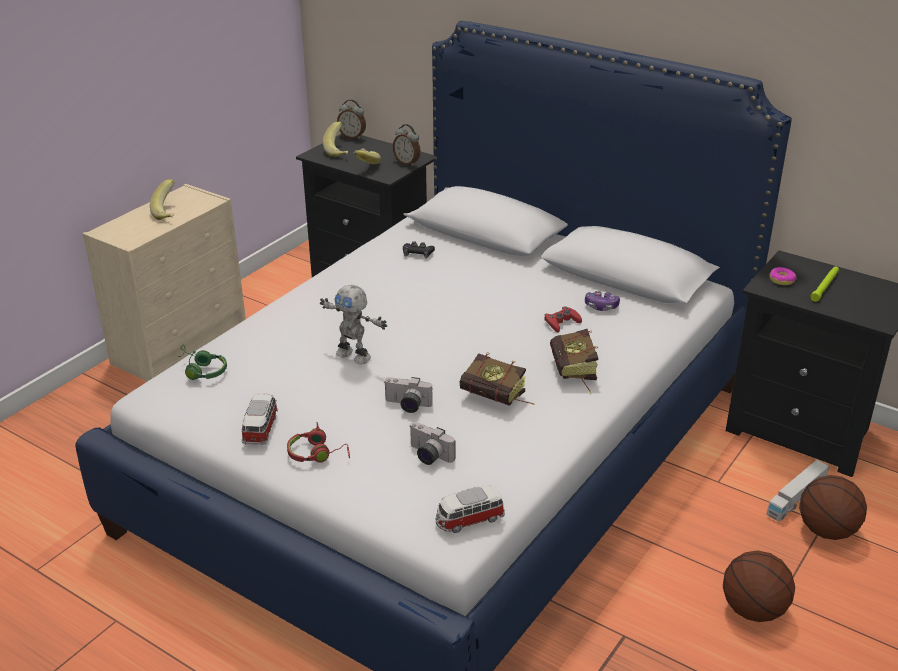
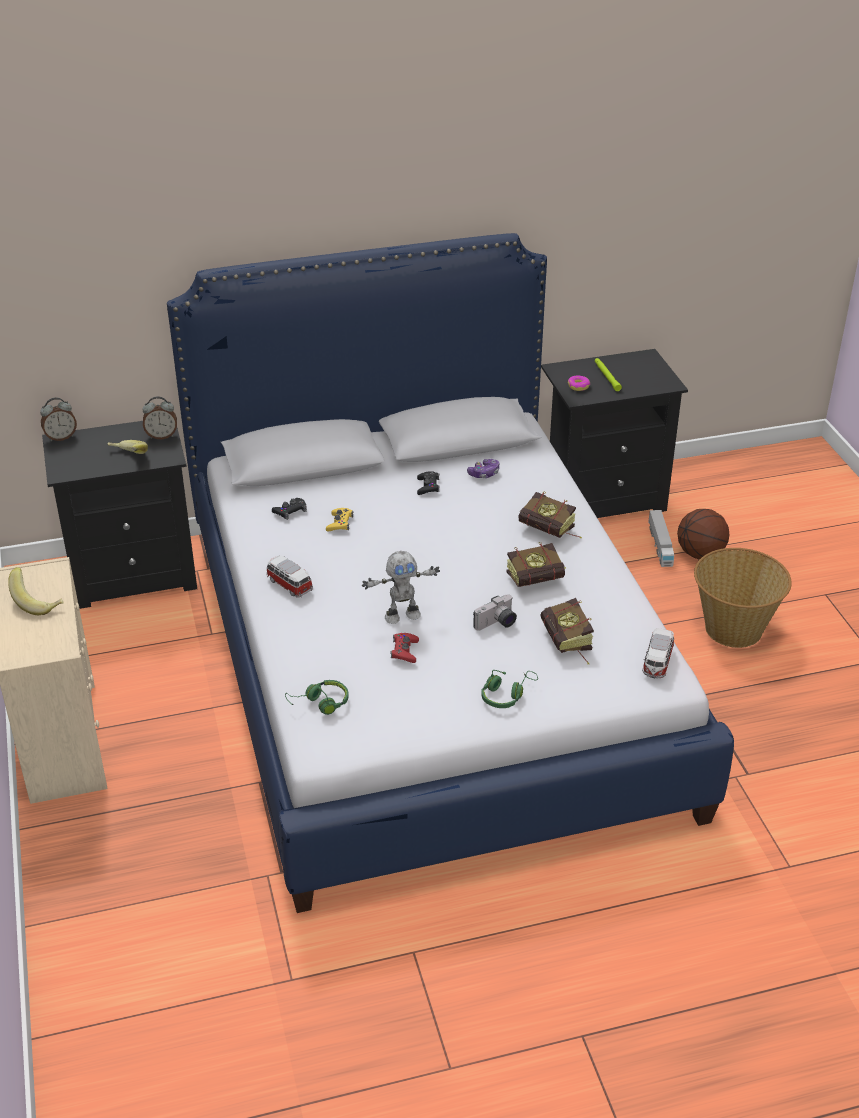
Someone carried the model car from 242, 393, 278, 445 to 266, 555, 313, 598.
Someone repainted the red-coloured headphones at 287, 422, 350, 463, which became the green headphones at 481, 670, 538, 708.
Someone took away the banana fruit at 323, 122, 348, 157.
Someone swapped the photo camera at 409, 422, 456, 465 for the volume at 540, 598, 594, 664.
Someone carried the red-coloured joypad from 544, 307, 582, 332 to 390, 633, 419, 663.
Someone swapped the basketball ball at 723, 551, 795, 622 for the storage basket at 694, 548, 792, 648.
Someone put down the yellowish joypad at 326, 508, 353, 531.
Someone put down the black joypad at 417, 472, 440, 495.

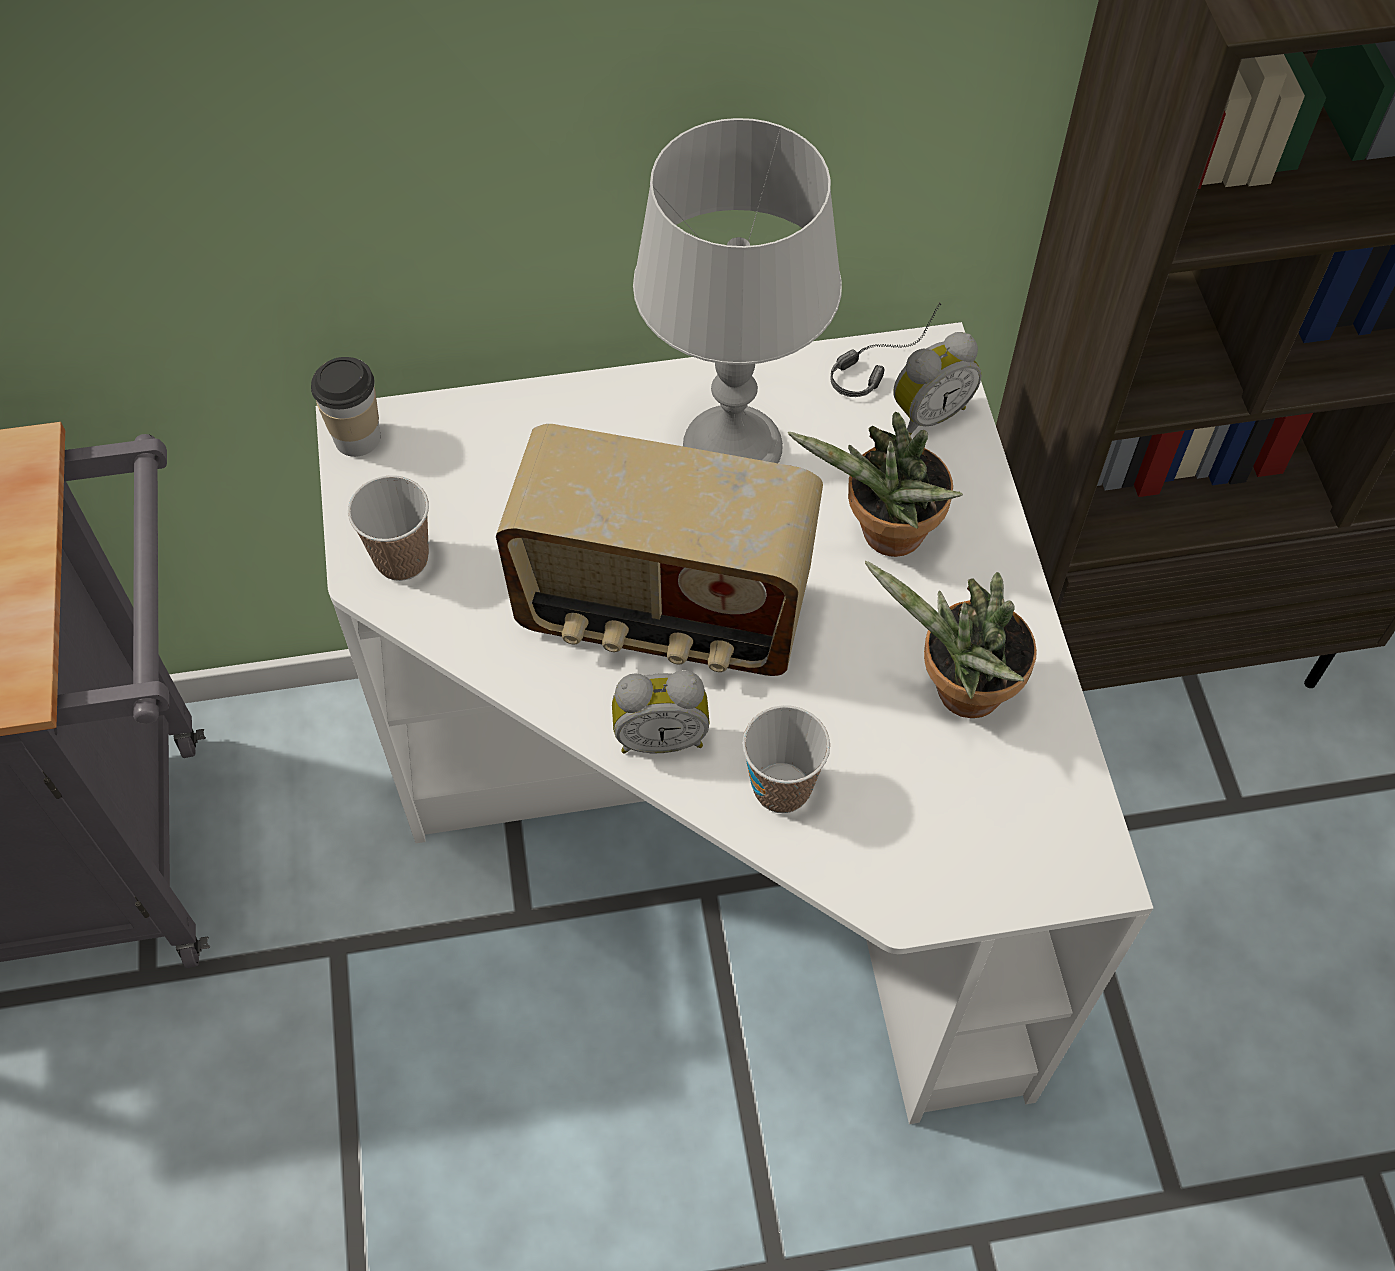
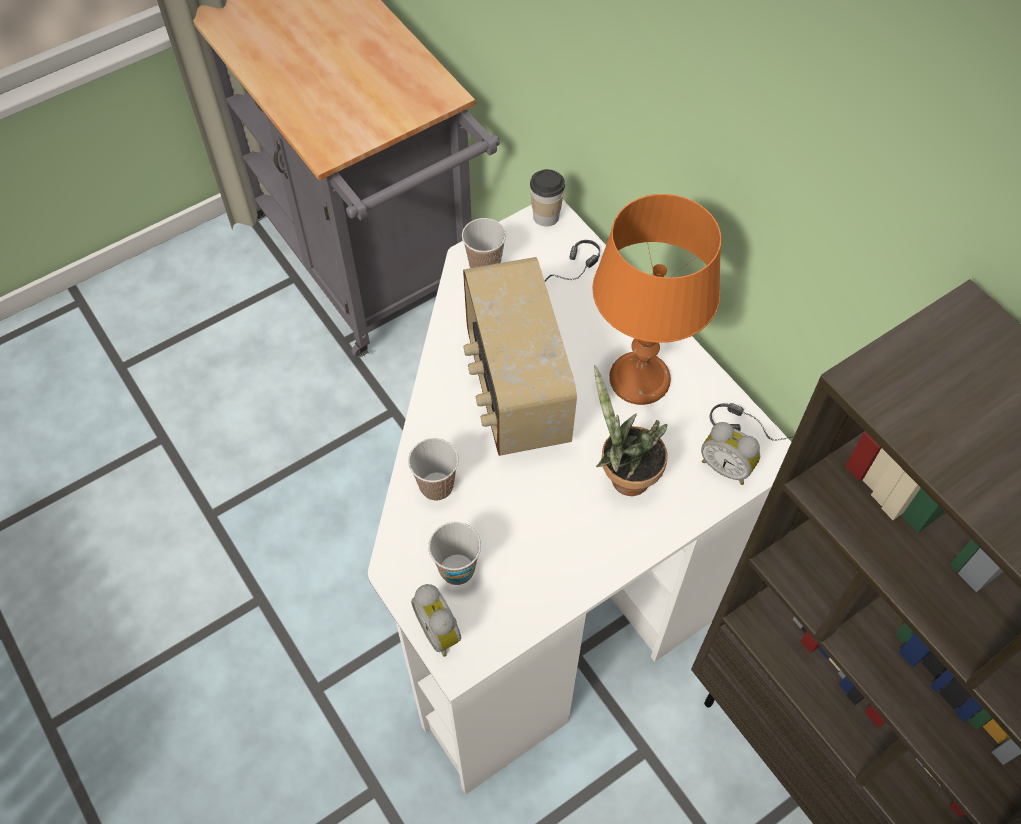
Someone carried the alarm clock from 612, 670, 710, 754 to 411, 584, 461, 657.
Someone repainted the gray table lamp at 633, 118, 842, 463, which became the orangey table lamp at 592, 194, 721, 405.
Someone took away the potted plant at 865, 561, 1037, 718.
Someone put down the drinking cup at 428, 522, 481, 585.
Someone put down the headphones at 544, 240, 600, 281.

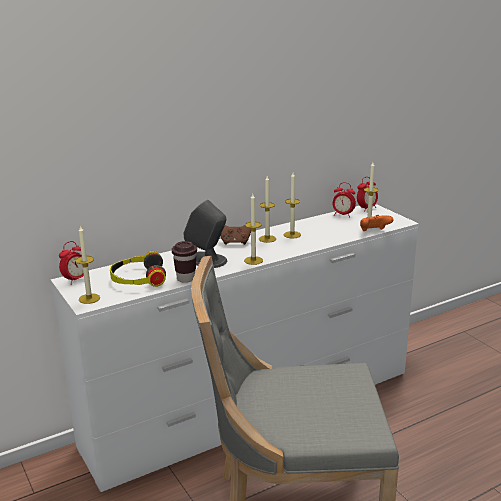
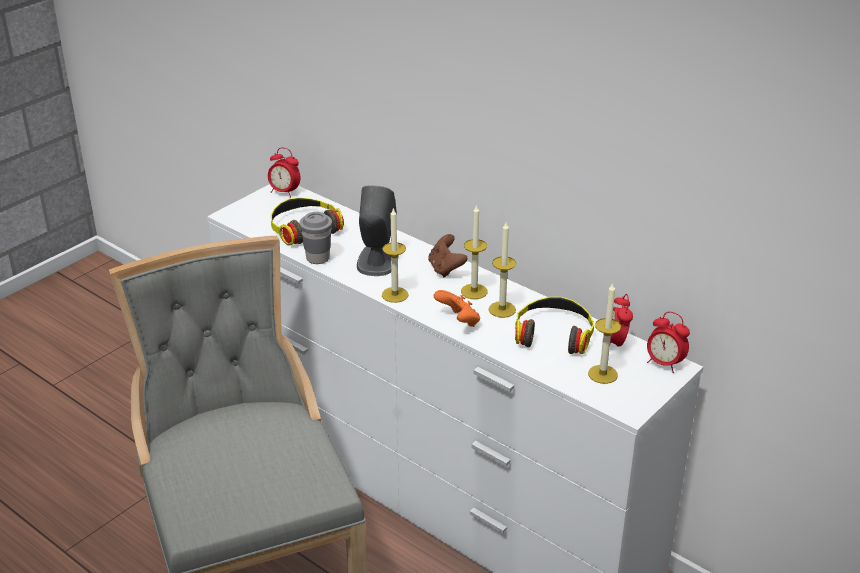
Someone took away the wax candle at 75, 225, 100, 304.
Someone repainted the brown drinking cup at 172, 241, 197, 283, which became the gray drinking cup at 299, 212, 332, 264.
Someone carried the orangey joypad from 360, 215, 394, 231 to 434, 290, 480, 327.
Someone put down the headphones at 515, 297, 594, 354.

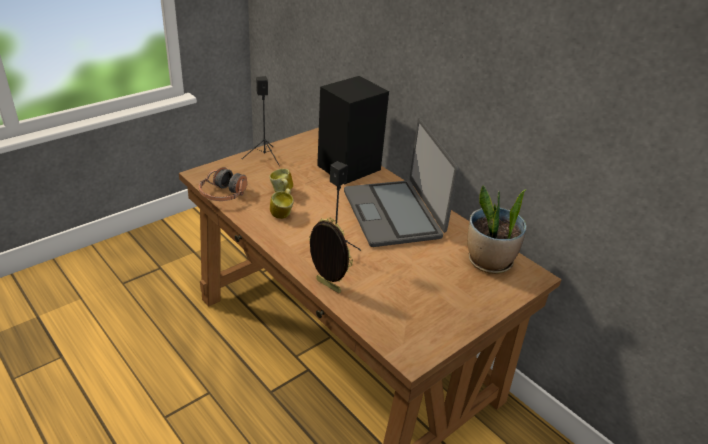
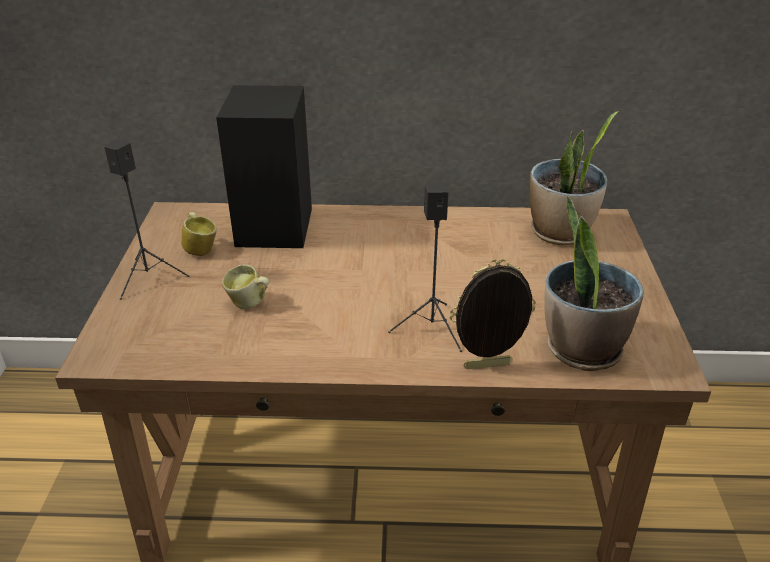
Someone took away the headphones at 199, 167, 247, 201.
Someone carried the mug from 270, 188, 294, 219 to 181, 212, 217, 256.
Someone took away the portable computer at 344, 118, 459, 247.
Someone put down the potted plant at 544, 196, 644, 371.

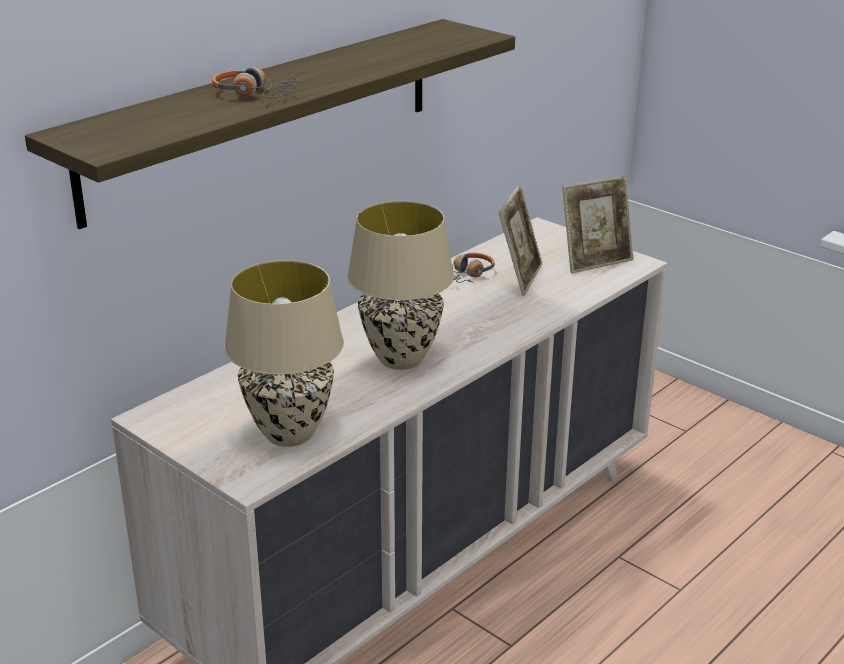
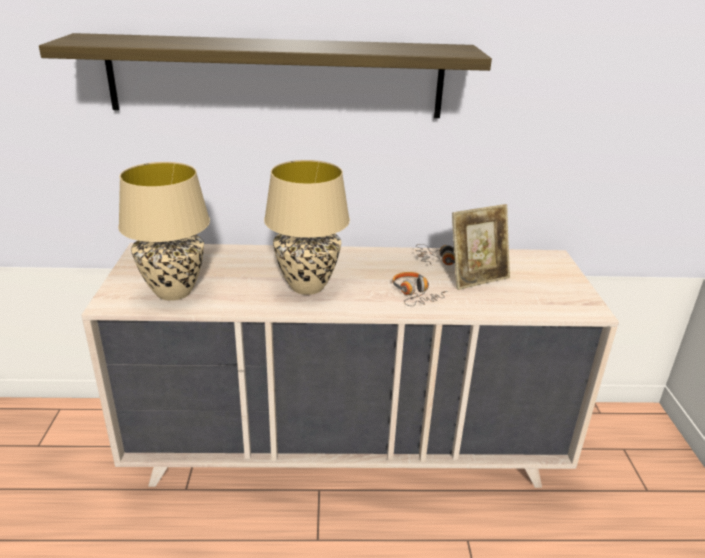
Someone carried the headphones from 212, 67, 300, 98 to 392, 272, 448, 306.
Someone took away the photo frame at 562, 176, 633, 273.

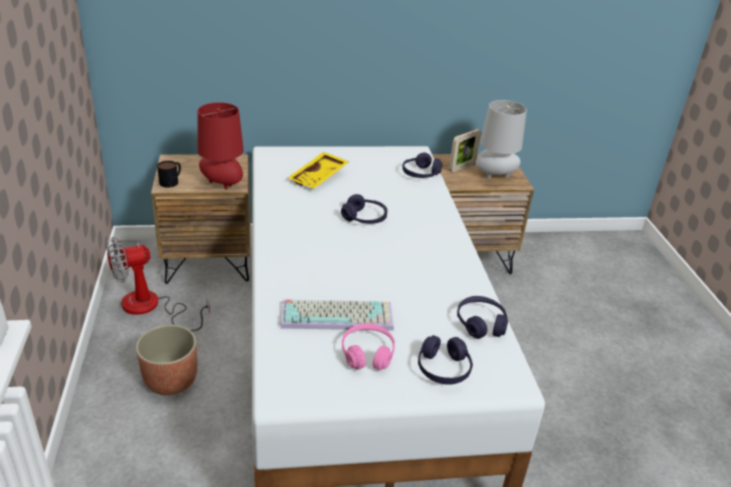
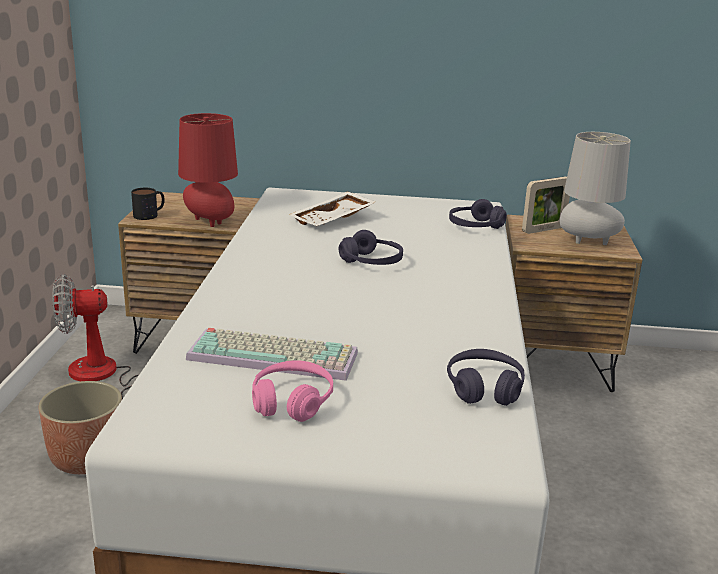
Someone repainted the yellowish serving tray at 288, 152, 349, 188, which became the white serving tray at 289, 191, 375, 226.
Someone took away the purplish headphones at 418, 335, 473, 385.

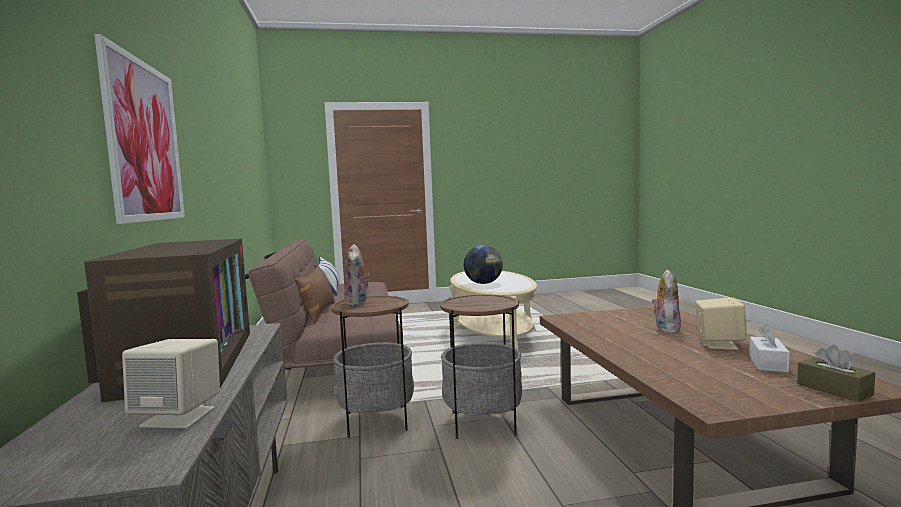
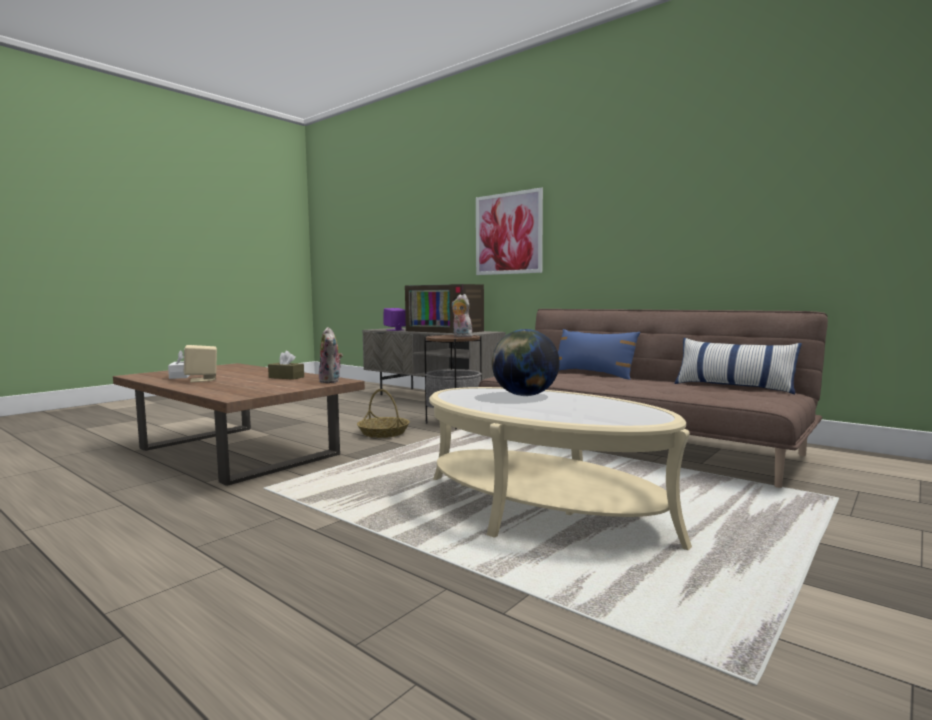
Someone repainted the beige-coloured loudspeaker at 122, 339, 220, 429, which became the purplish loudspeaker at 384, 308, 406, 331.
Someone repainted the brown cushion at 294, 265, 335, 324, which became the blue-coloured cushion at 558, 329, 640, 380.
Someone swapped the side table at 440, 294, 522, 439 for the storage basket at 357, 389, 410, 438.
Someone carried the cuddly toy from 652, 270, 681, 333 to 319, 327, 343, 383.
Someone carried the brown box of tissues from 797, 345, 875, 402 to 268, 351, 304, 380.

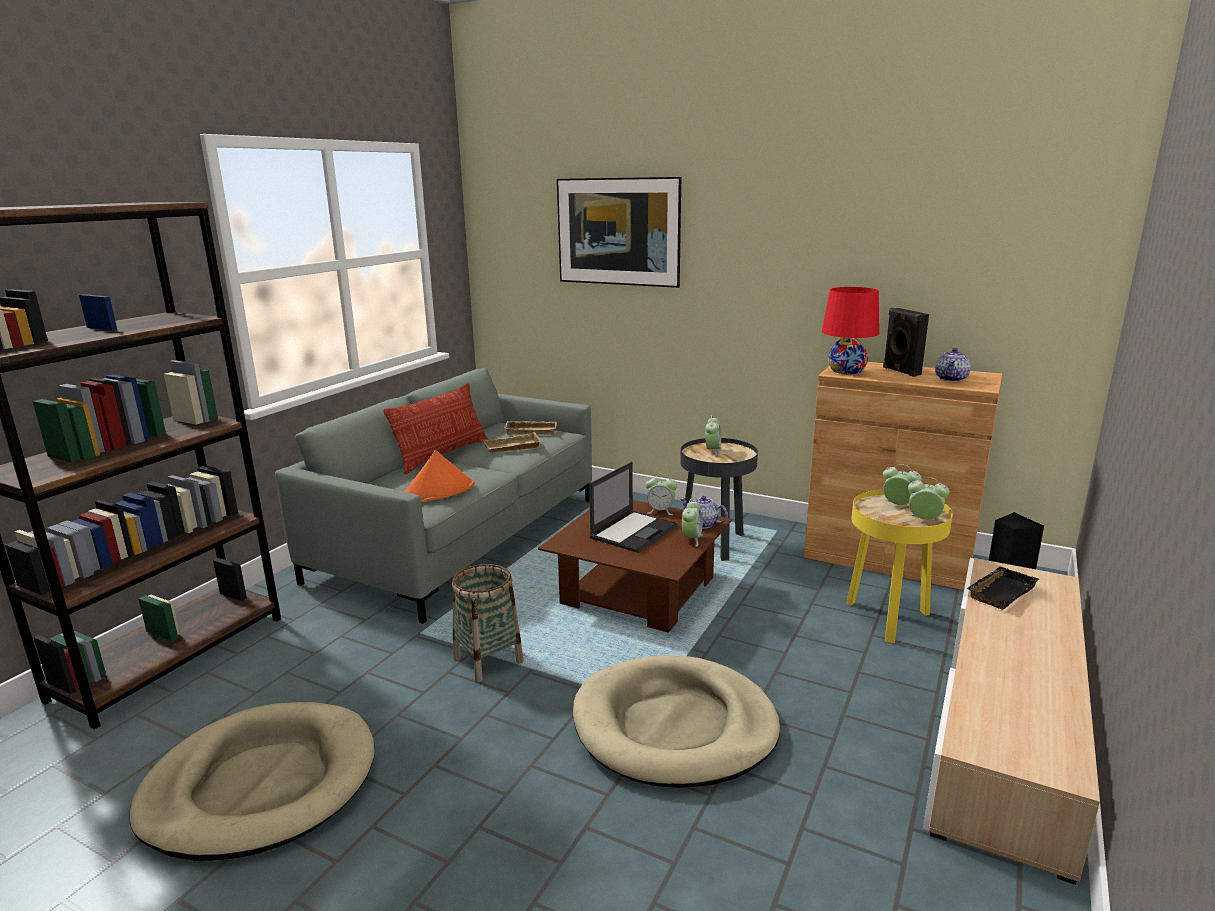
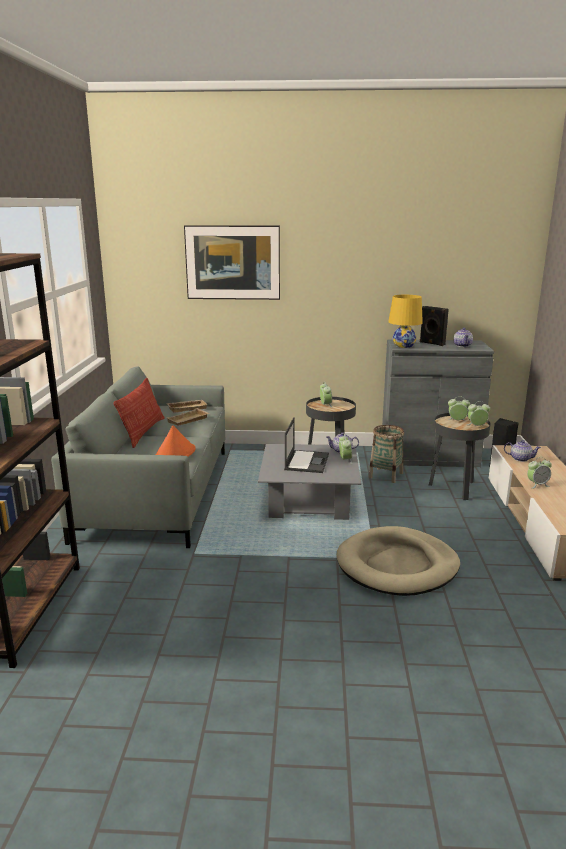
Someone took away the beige-coloured pet bed at 130, 702, 374, 861.
Someone carried the storage basket from 452, 564, 524, 682 to 369, 425, 404, 483.
Someone repainted the brown coffee table at 538, 500, 732, 633, which became the gray coffee table at 258, 444, 361, 520.
Someone carried the alarm clock from 645, 474, 677, 515 to 527, 457, 552, 488.
Someone repainted the brown storage cabinet at 804, 362, 1002, 590, which became the gray storage cabinet at 382, 340, 494, 467.
Someone repainted the red-coloured table lamp at 822, 287, 879, 374, which became the yellowish table lamp at 388, 295, 423, 348.
Someone repainted the yellowish side table at 846, 490, 953, 643, which became the black side table at 429, 413, 491, 500.
Someone swapped the black serving tray at 966, 567, 1039, 609 for the pot for tea at 504, 440, 541, 462.

